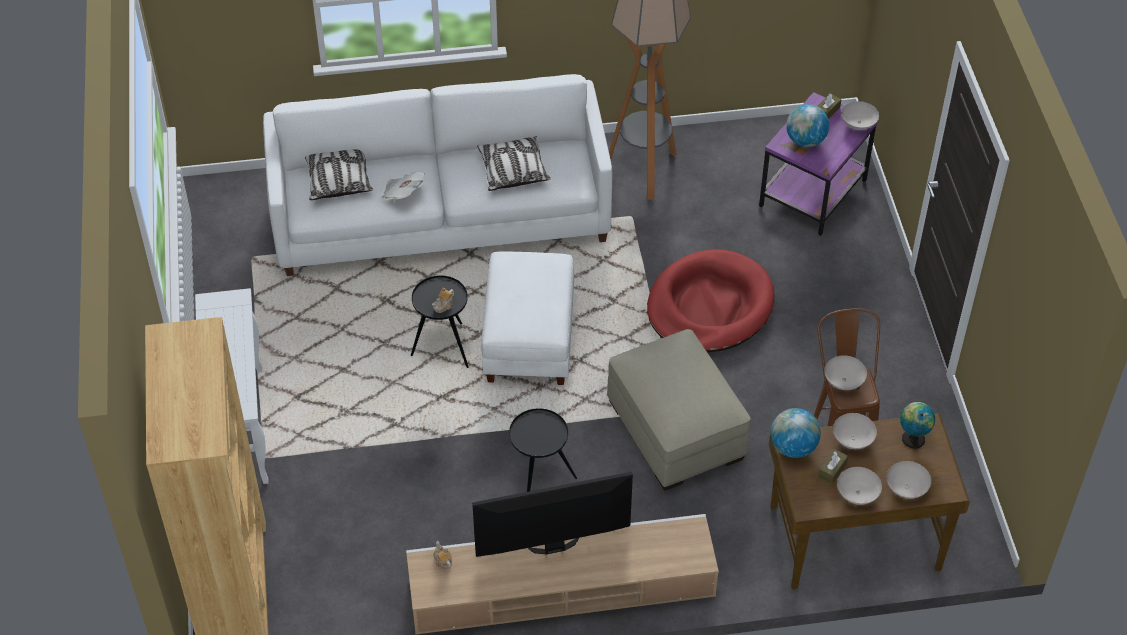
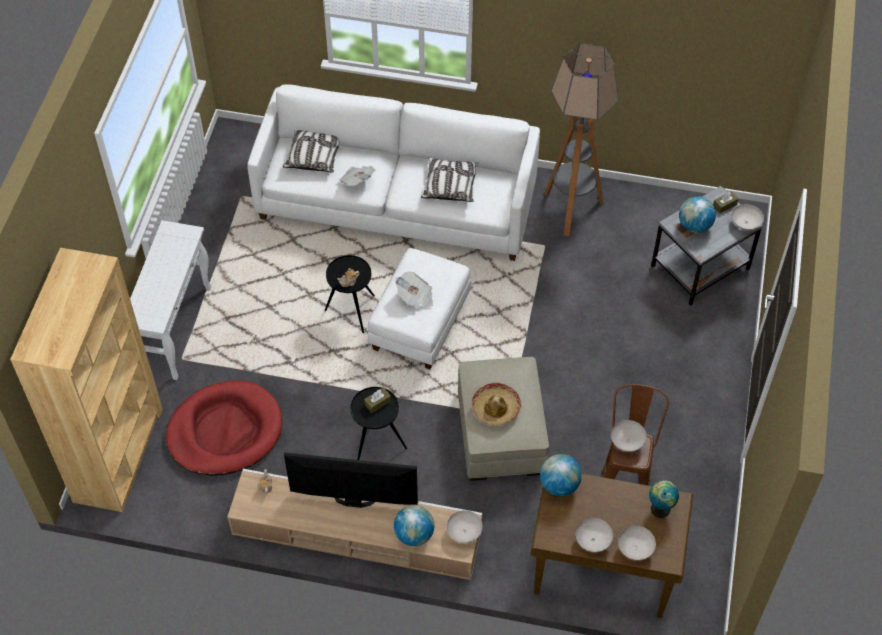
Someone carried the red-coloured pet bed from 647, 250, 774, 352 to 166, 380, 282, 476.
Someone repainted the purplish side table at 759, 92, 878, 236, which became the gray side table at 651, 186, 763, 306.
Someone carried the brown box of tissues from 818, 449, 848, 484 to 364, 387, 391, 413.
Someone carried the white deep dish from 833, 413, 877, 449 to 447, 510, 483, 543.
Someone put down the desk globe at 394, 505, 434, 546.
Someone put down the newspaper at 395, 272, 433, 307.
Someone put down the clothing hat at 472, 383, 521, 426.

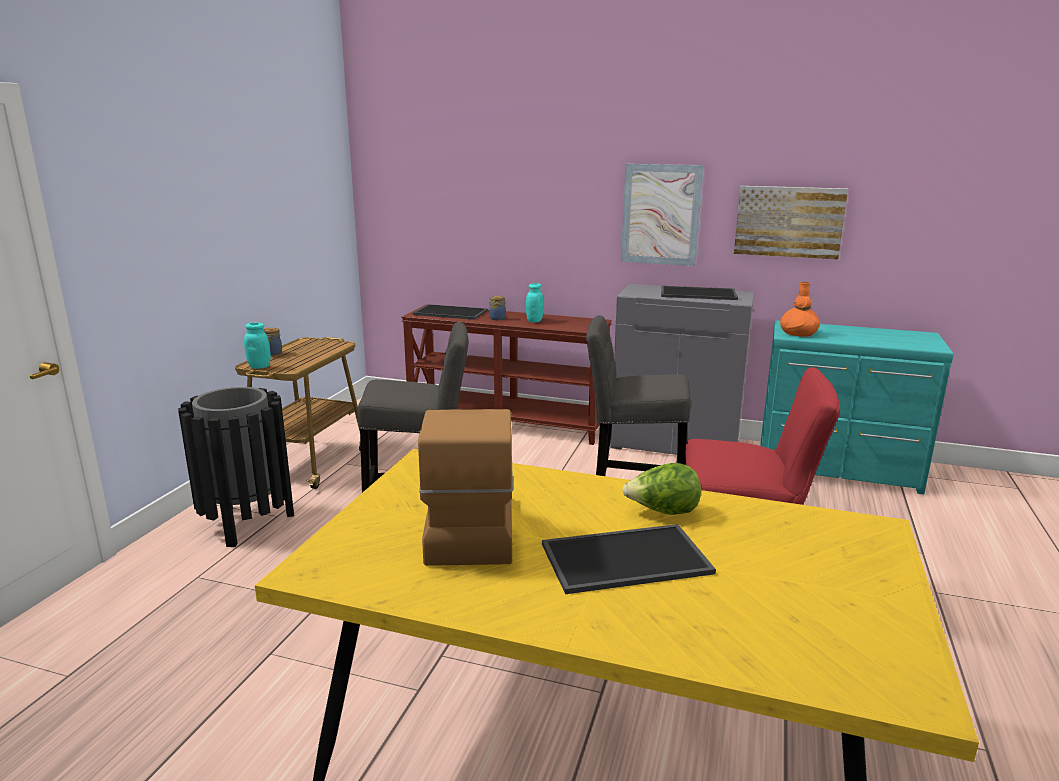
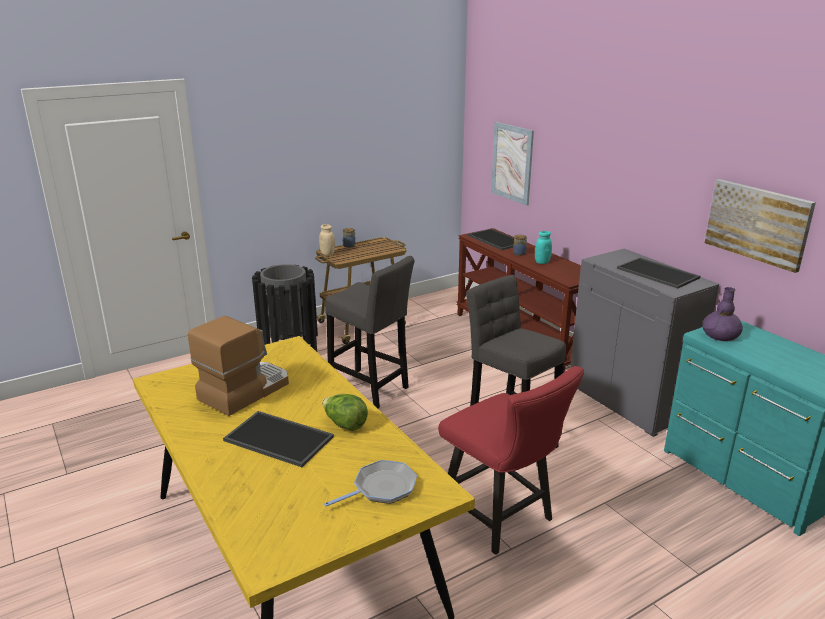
Someone repainted the turquoise-coloured preserve jar at 244, 323, 271, 369, which became the beige-coloured preserve jar at 319, 224, 335, 256.
Someone carried the wall art from 621, 164, 704, 266 to 491, 122, 534, 205.
Someone repainted the orangey decorative vase at 780, 282, 820, 337, which became the purplish decorative vase at 703, 287, 743, 341.
Someone put down the skillet at 324, 460, 417, 507.

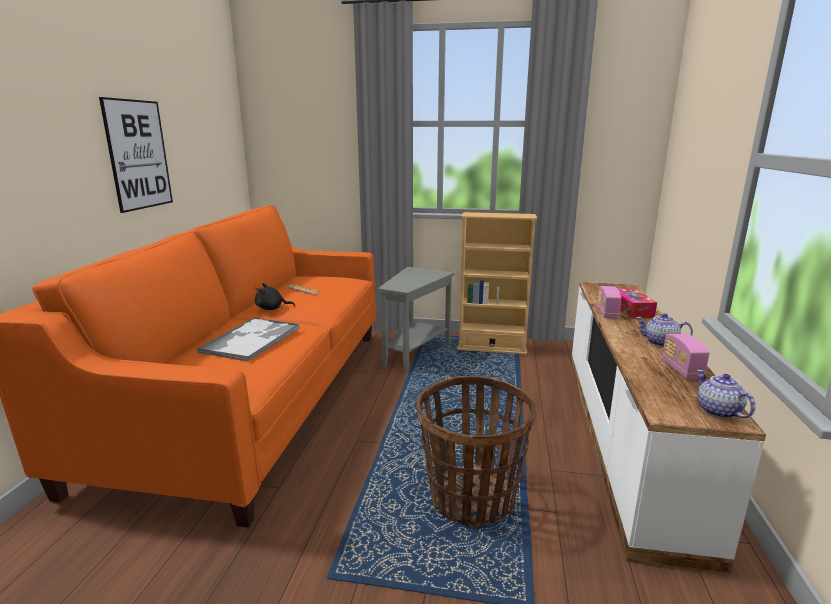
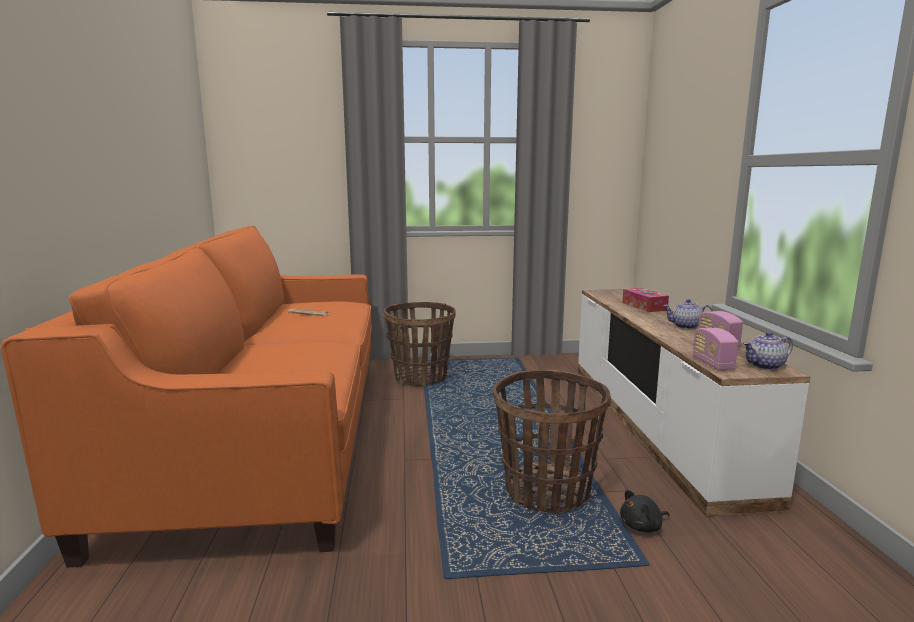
Someone took away the wall art at 99, 97, 173, 213.
Someone took away the serving tray at 196, 318, 300, 362.
Someone carried the black cuddly toy from 255, 283, 295, 310 to 620, 490, 670, 533.
Someone swapped the gray side table at 378, 267, 455, 372 for the storage basket at 383, 302, 455, 387.
Someone took away the beige-coloured bookshelf at 458, 212, 537, 355.
Someone carried the radio receiver from 597, 286, 621, 319 to 693, 328, 738, 371.
Someone rotated the pot for tea at 696, 370, 756, 419 by 75 degrees counterclockwise.

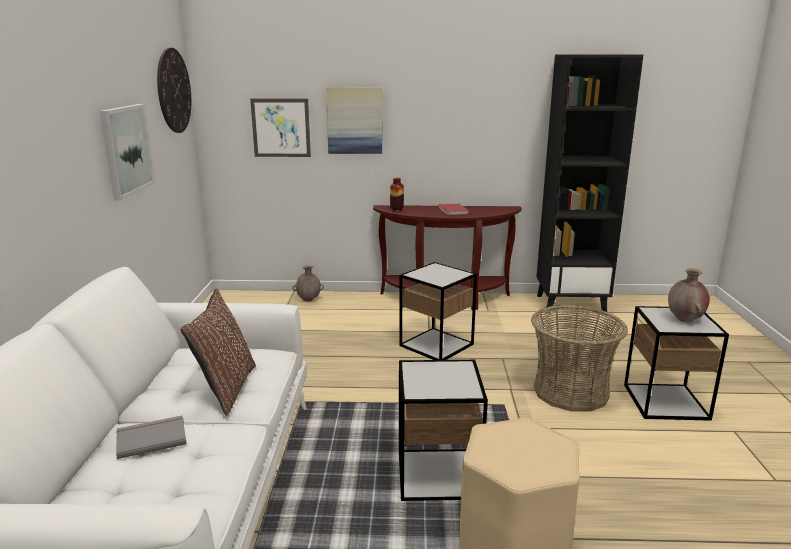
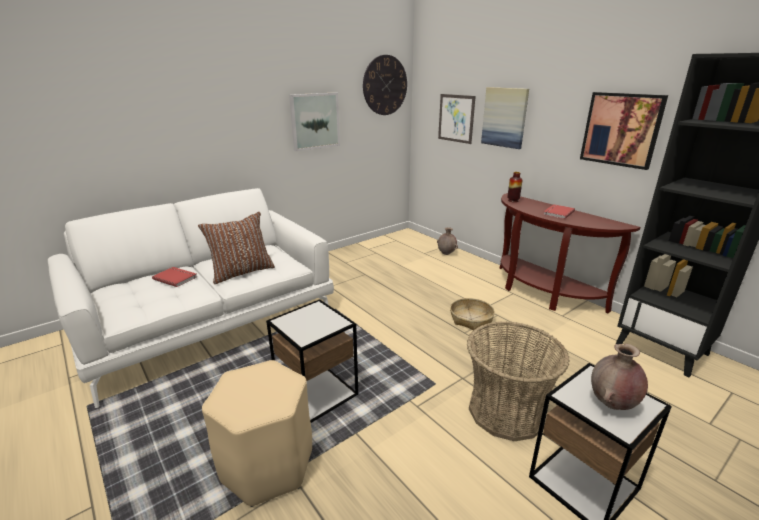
Someone repainted the gray volume at 116, 416, 187, 459, which became the red-coloured volume at 152, 267, 197, 287.
Someone swapped the side table at 399, 262, 477, 360 for the storage basket at 450, 298, 495, 330.
Someone put up the wall art at 580, 92, 668, 170.

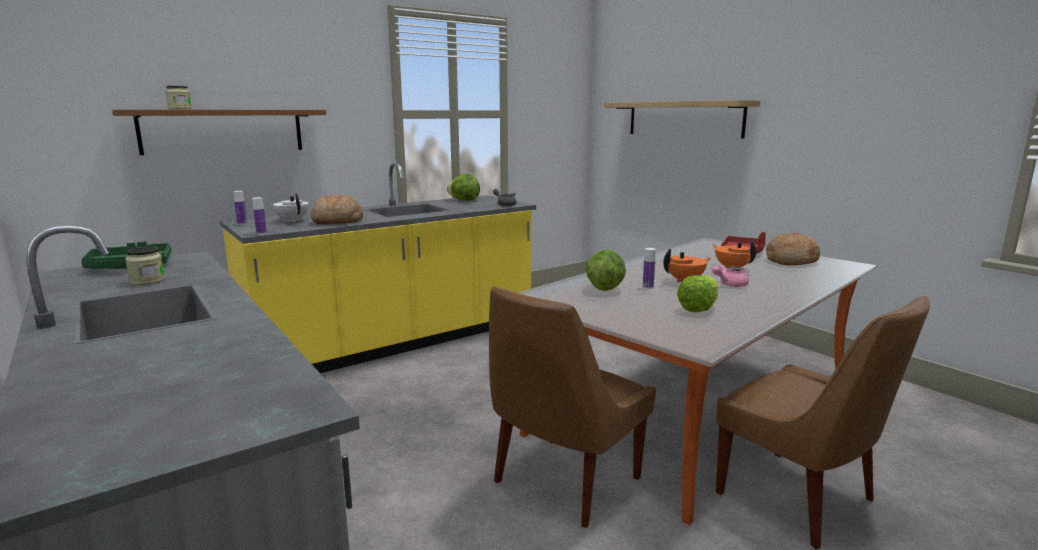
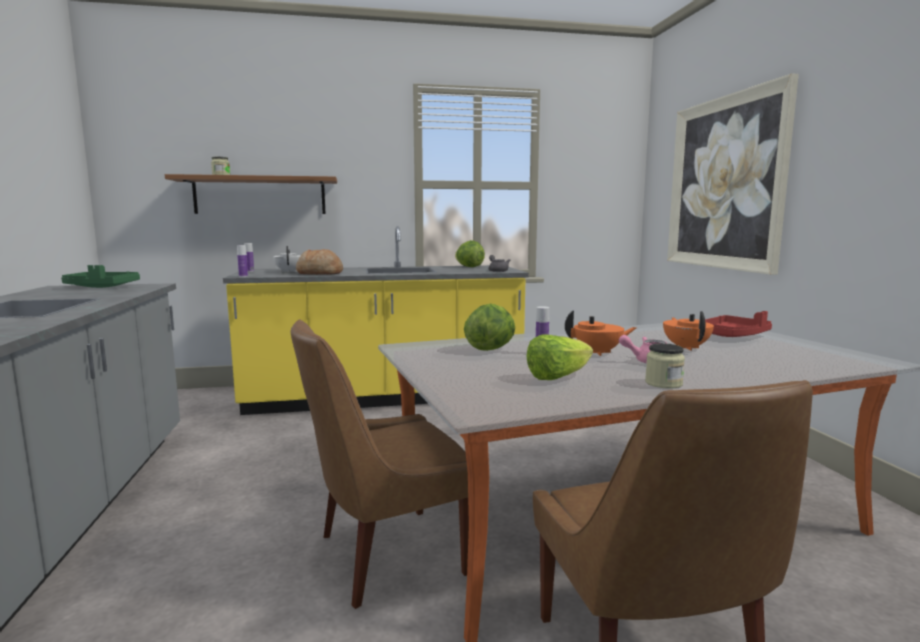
Someone carried the preserve jar from 125, 246, 165, 285 to 645, 343, 685, 389.
Someone swapped the wall shelf at 604, 100, 760, 138 for the wall art at 667, 73, 799, 275.
Someone took away the bakery bread at 766, 232, 820, 265.

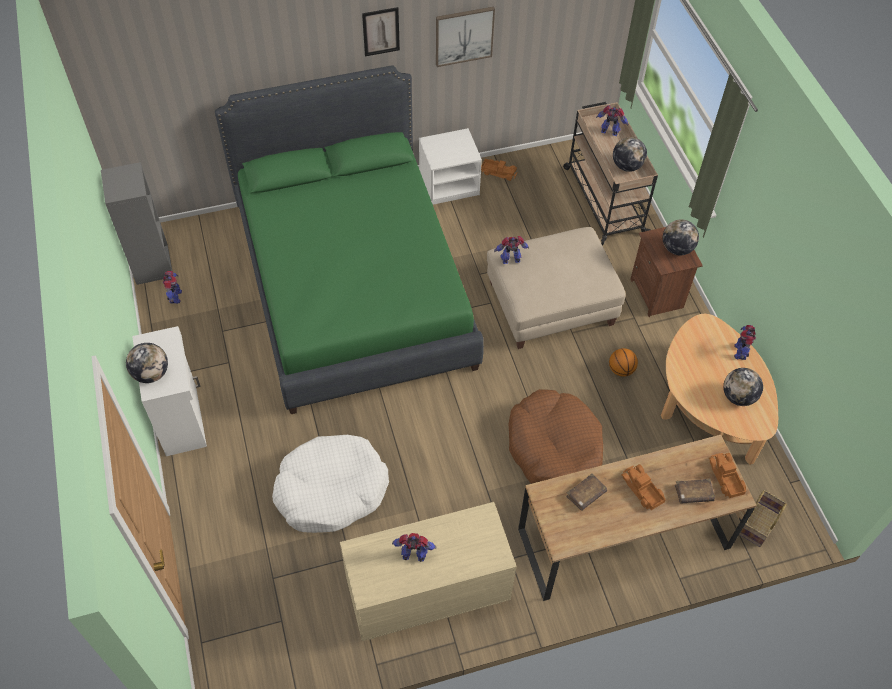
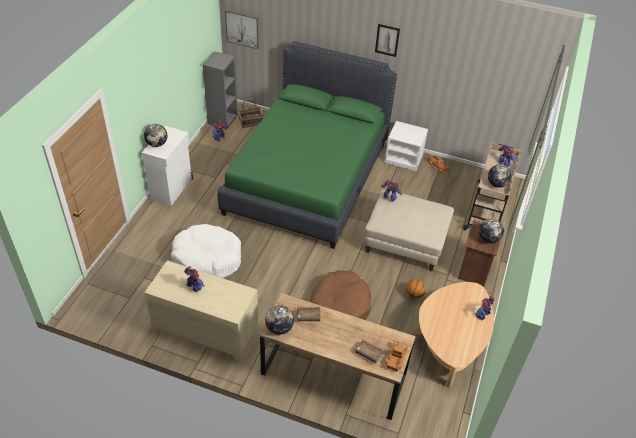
Someone carried the wall art from 436, 7, 495, 67 to 225, 10, 259, 49.
Someone took away the toy lorry at 621, 464, 666, 510.
Someone carried the desk globe from 723, 368, 763, 406 to 265, 305, 294, 335.
Someone carried the storage basket from 739, 490, 787, 547 to 238, 98, 263, 128.

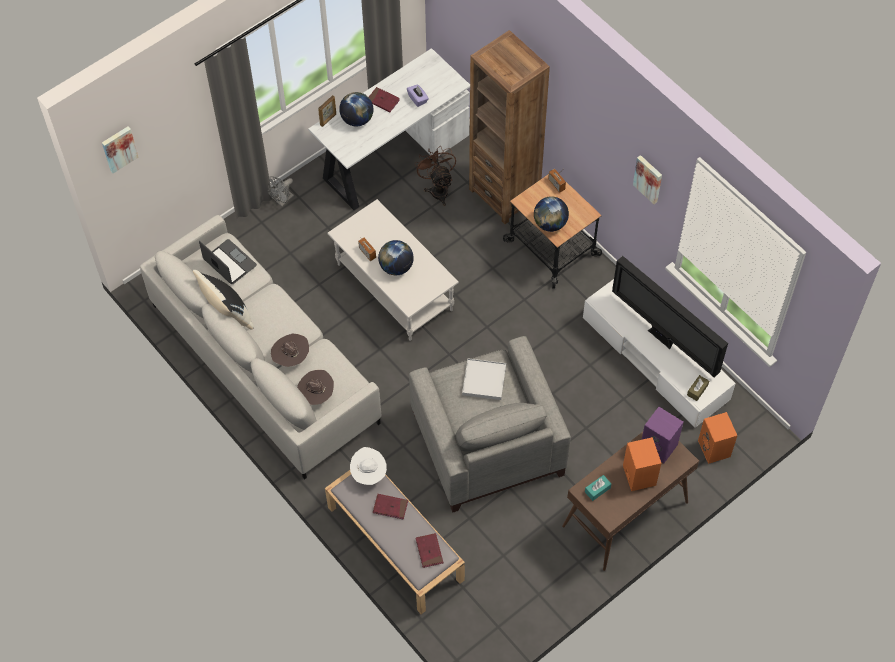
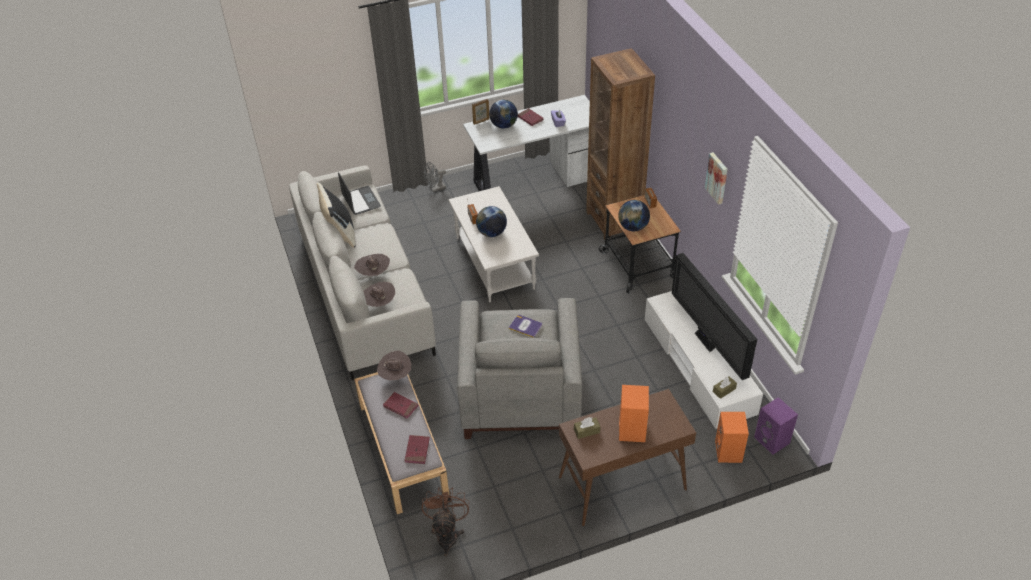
Someone took away the wall art at 102, 127, 139, 173.
Someone repainted the white clothing hat at 350, 447, 387, 485, which became the brown clothing hat at 377, 350, 411, 380.
Someone carried the brown electric fan from 415, 147, 456, 206 to 422, 487, 469, 556.
Someone swapped the white serving tray at 462, 358, 506, 400 for the volume at 508, 315, 542, 338.
Someone repainted the turquoise-coloured box of tissues at 585, 475, 611, 501, which became the brown box of tissues at 574, 417, 601, 439.
Someone carried the purplish loudspeaker from 642, 407, 684, 463 to 754, 397, 798, 455.

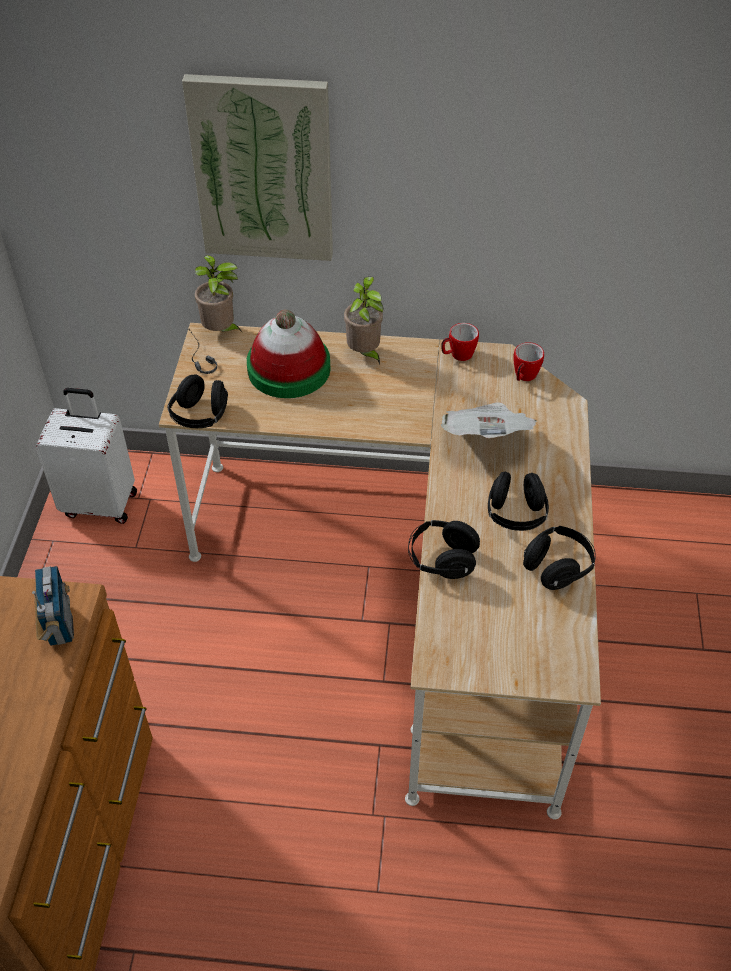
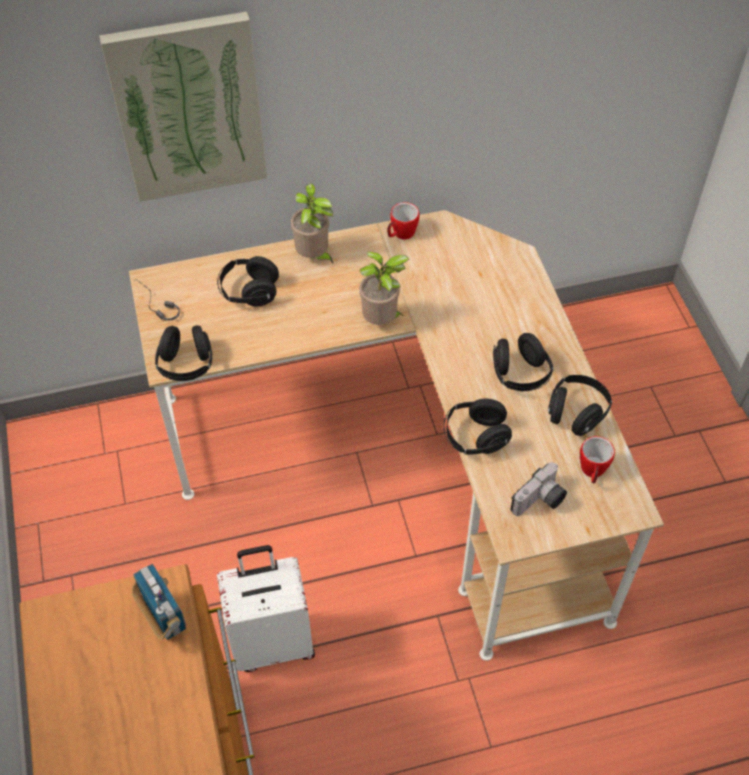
Someone carried the white suitcase from 36, 388, 137, 524 to 217, 545, 315, 672.
Someone carried the potted plant from 195, 255, 242, 332 to 359, 252, 409, 325.
Someone swapped the clothing hat at 247, 310, 331, 398 for the black headphones at 217, 256, 279, 306.
Someone took away the newspaper at 441, 402, 537, 438.
Someone carried the mug from 513, 342, 544, 381 to 580, 436, 615, 484.
Someone put down the photo camera at 510, 462, 567, 516.

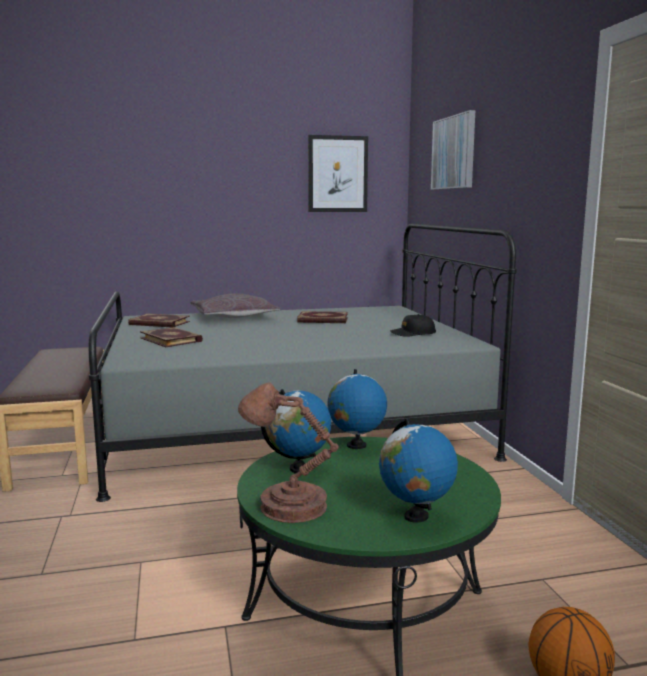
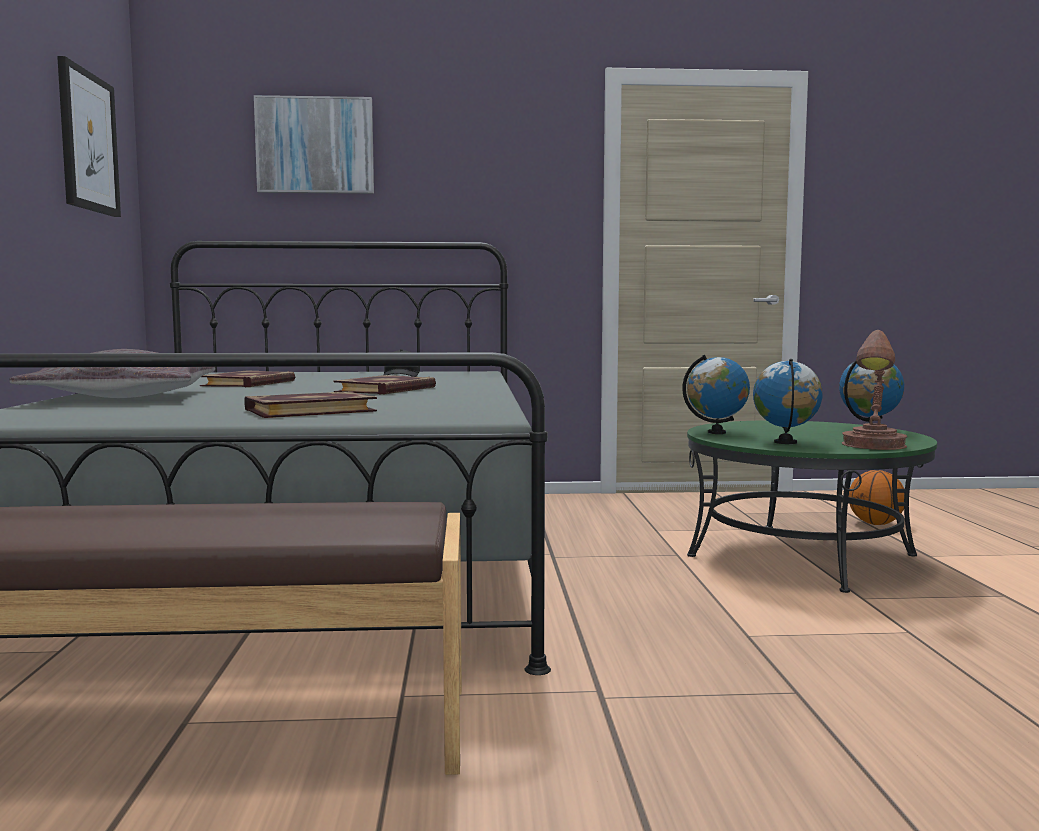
Someone carried the volume from 128, 313, 190, 327 to 334, 375, 436, 395.

